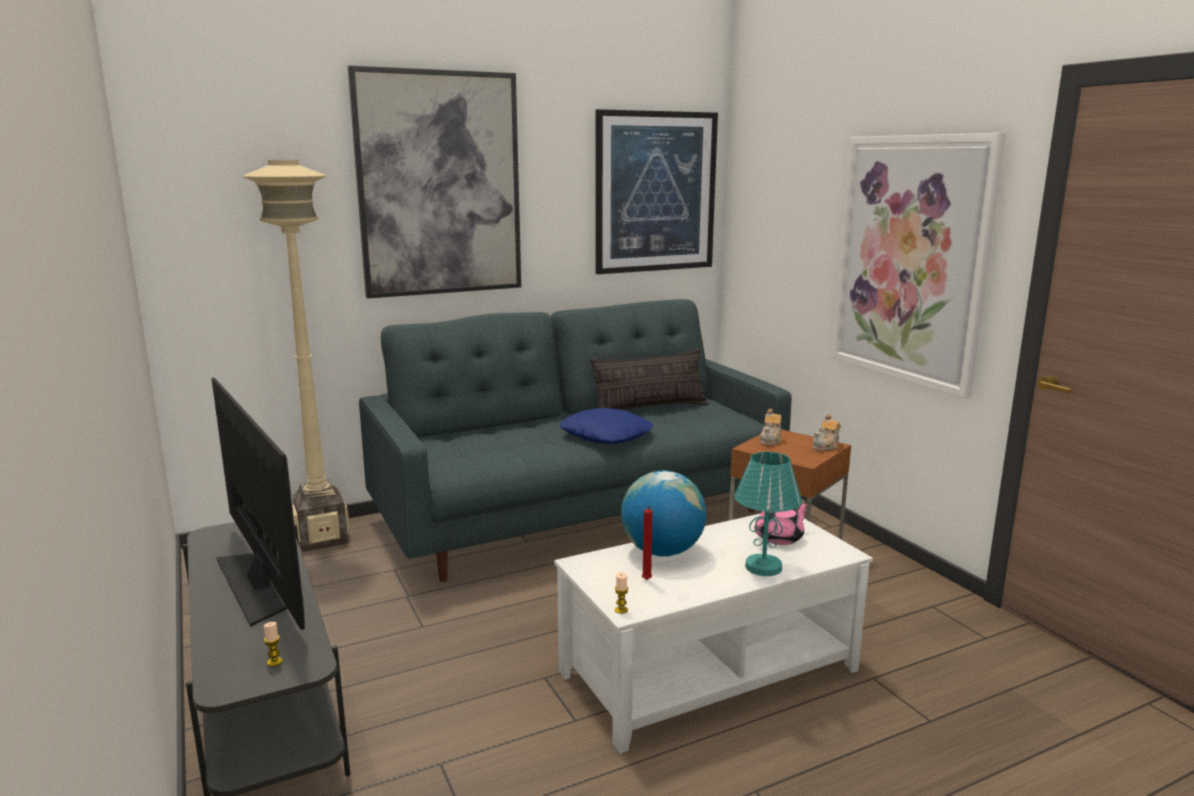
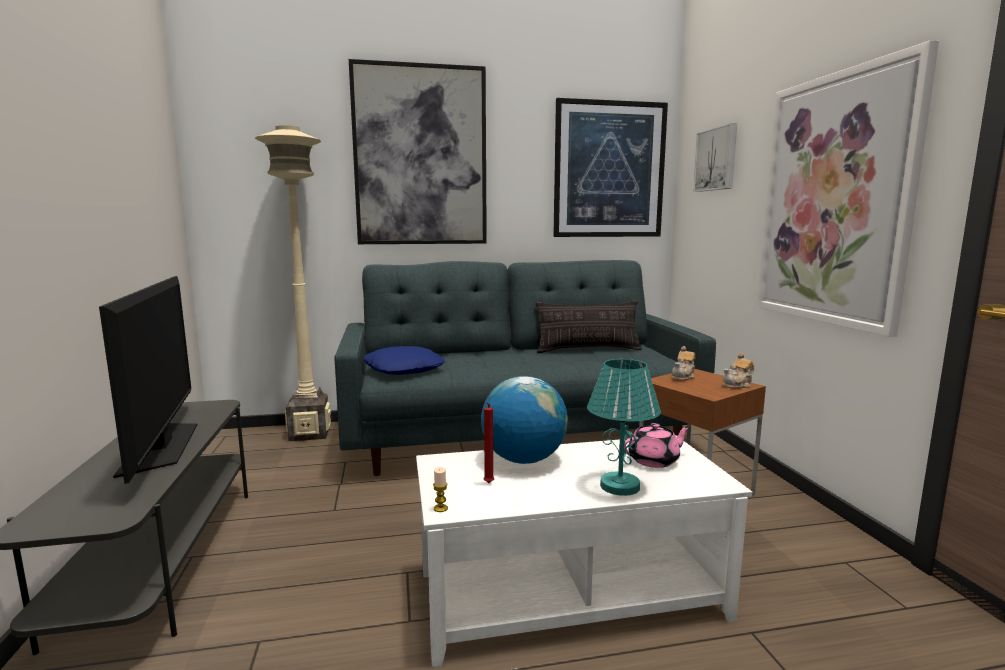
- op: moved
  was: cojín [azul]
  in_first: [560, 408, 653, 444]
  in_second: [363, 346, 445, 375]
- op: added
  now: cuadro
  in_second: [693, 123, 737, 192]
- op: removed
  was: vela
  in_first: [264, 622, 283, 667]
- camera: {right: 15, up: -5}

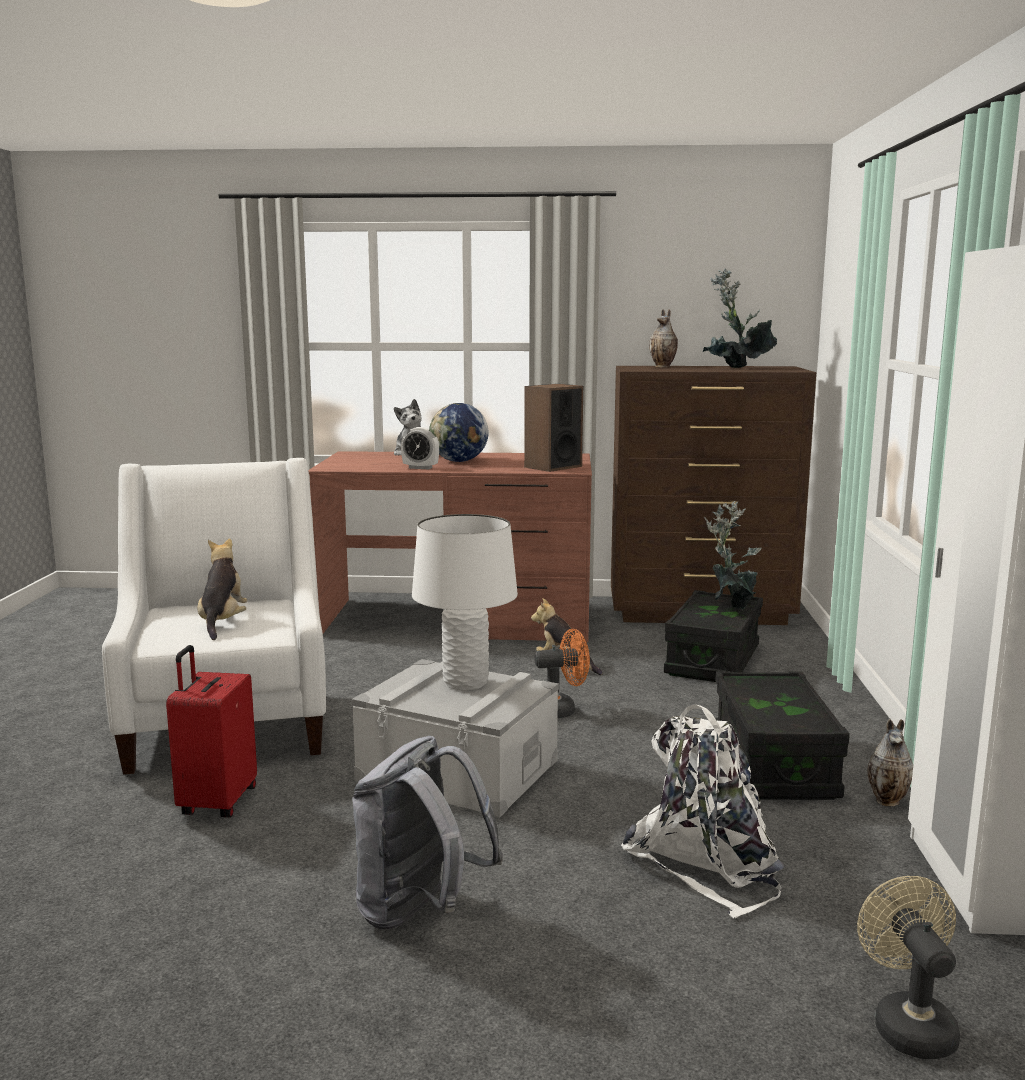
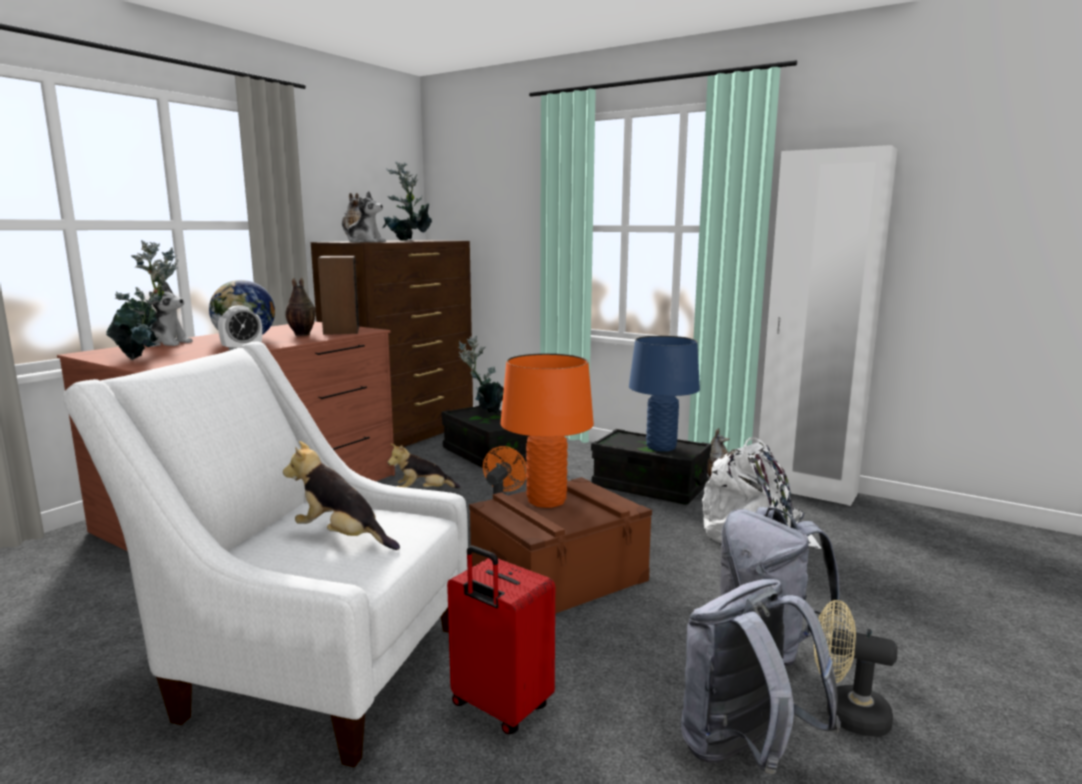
- op: added
  now: planta en maceta
  in_second: [106, 240, 179, 360]
- op: added
  now: florero
  in_second: [286, 278, 316, 336]
- op: added
  now: peluche
  in_second: [342, 191, 386, 242]
- op: recoloured
  was: caja de almacenaje [gris]
  now: caja de almacenaje [marrón]
  in_first: [352, 659, 559, 818]
  in_second: [469, 477, 652, 614]
- op: recoloured
  was: lámpara de mesa [blanco]
  now: lámpara de mesa [naranja]
  in_first: [412, 514, 518, 691]
  in_second: [500, 353, 594, 508]
- op: added
  now: lámpara de mesa [azul]
  in_second: [629, 336, 700, 452]
- op: added
  now: mochila [gris]
  in_second: [681, 579, 841, 774]
- op: moved
  was: ventilador [beis]
  in_first: [857, 876, 960, 1059]
  in_second: [814, 600, 898, 737]
- camera: {right: -60, up: 0}

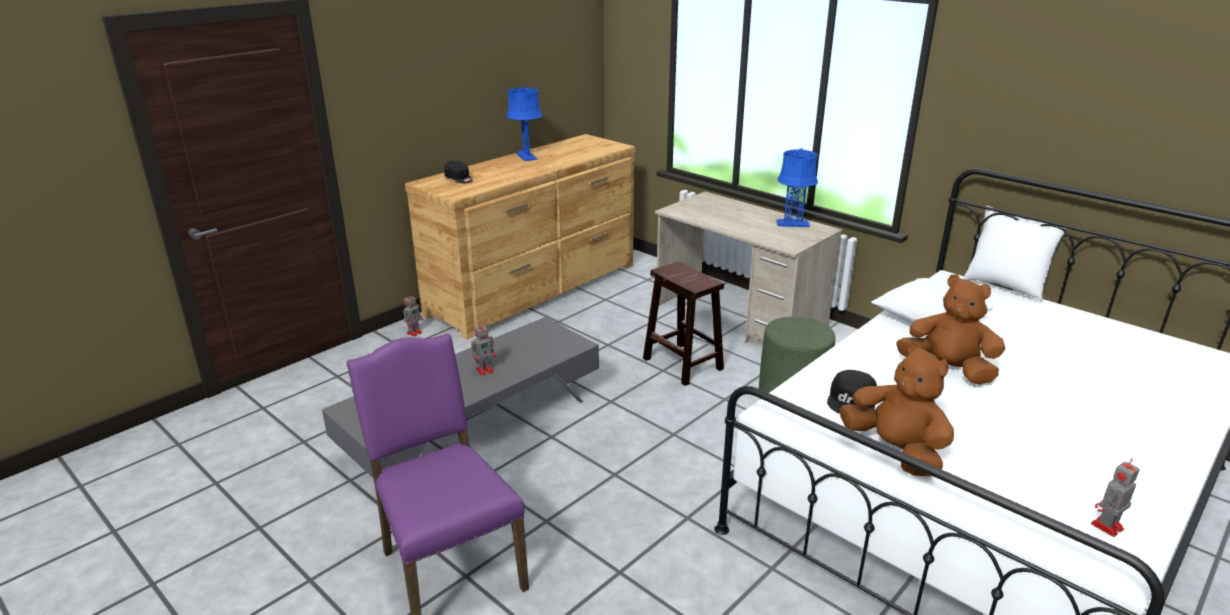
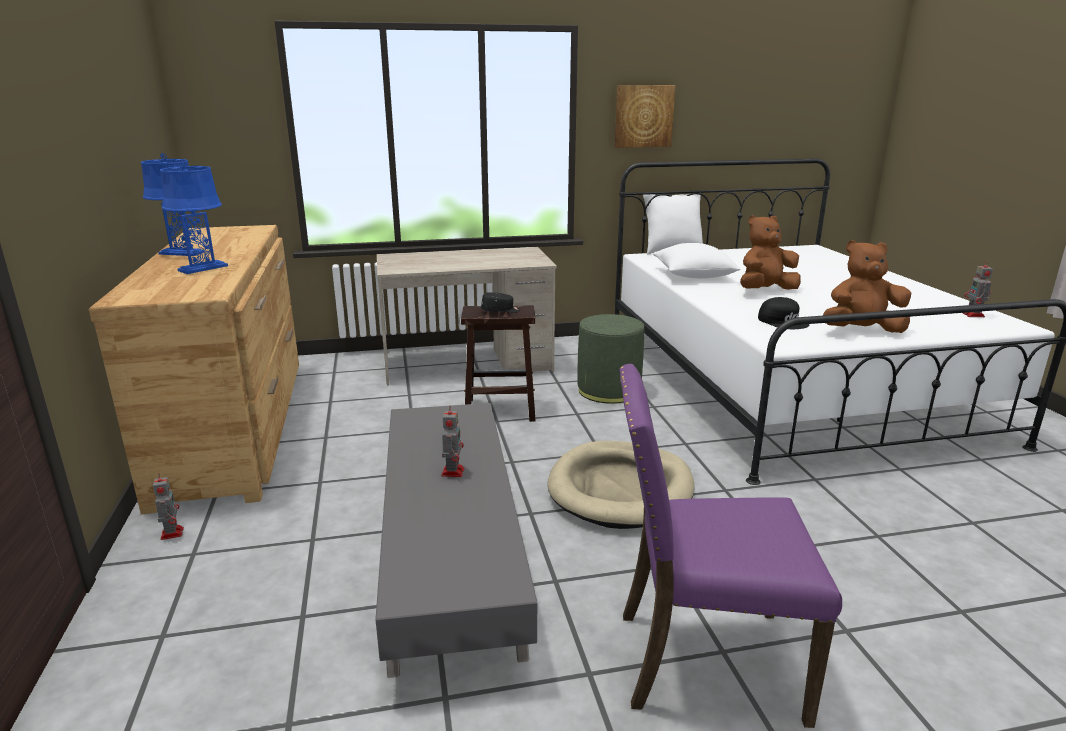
- op: moved
  was: lámpara de mesa [azul]
  in_first: [777, 149, 818, 227]
  in_second: [160, 160, 228, 274]
- op: moved
  was: gorra [negro]
  in_first: [444, 161, 473, 183]
  in_second: [481, 292, 520, 313]
- op: added
  now: cama para perro [beis]
  in_second: [548, 441, 694, 529]
- op: added
  now: cuadro
  in_second: [615, 85, 676, 148]
- camera: {right: -55, up: -5}

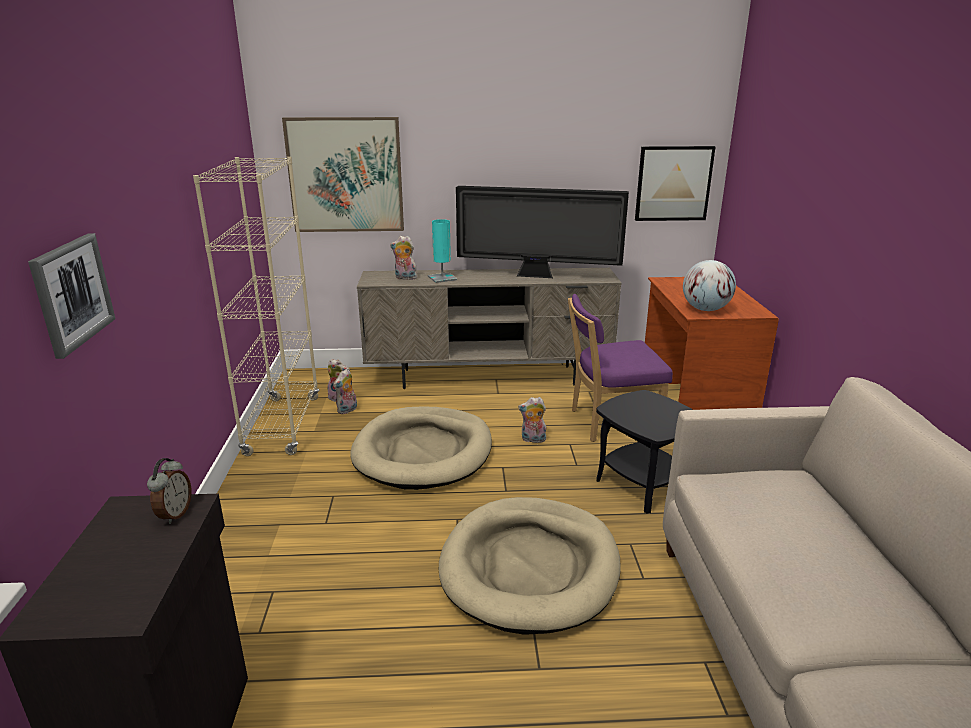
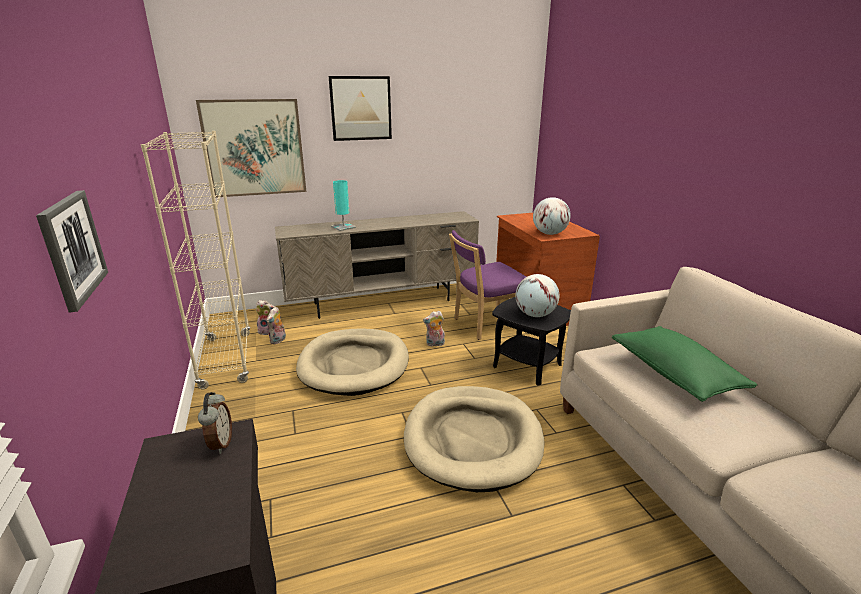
- op: moved
  was: cuadro
  in_first: [635, 146, 716, 221]
  in_second: [329, 76, 392, 141]
- op: added
  now: globo terráqueo
  in_second: [516, 274, 559, 317]
- op: added
  now: cojín [verde]
  in_second: [612, 326, 757, 402]
- op: removed
  was: peluche
  in_first: [390, 236, 417, 280]
- op: removed
  was: televisor
  in_first: [456, 186, 629, 278]
- camera: {right: -15, up: 0}

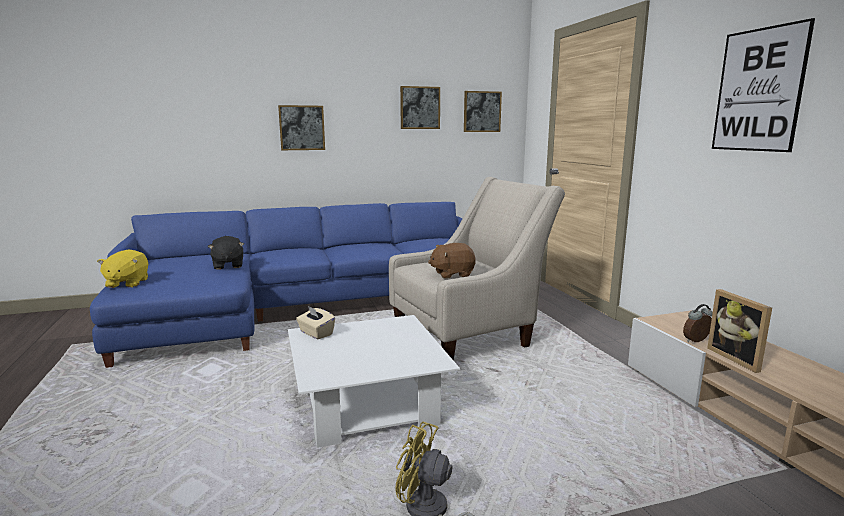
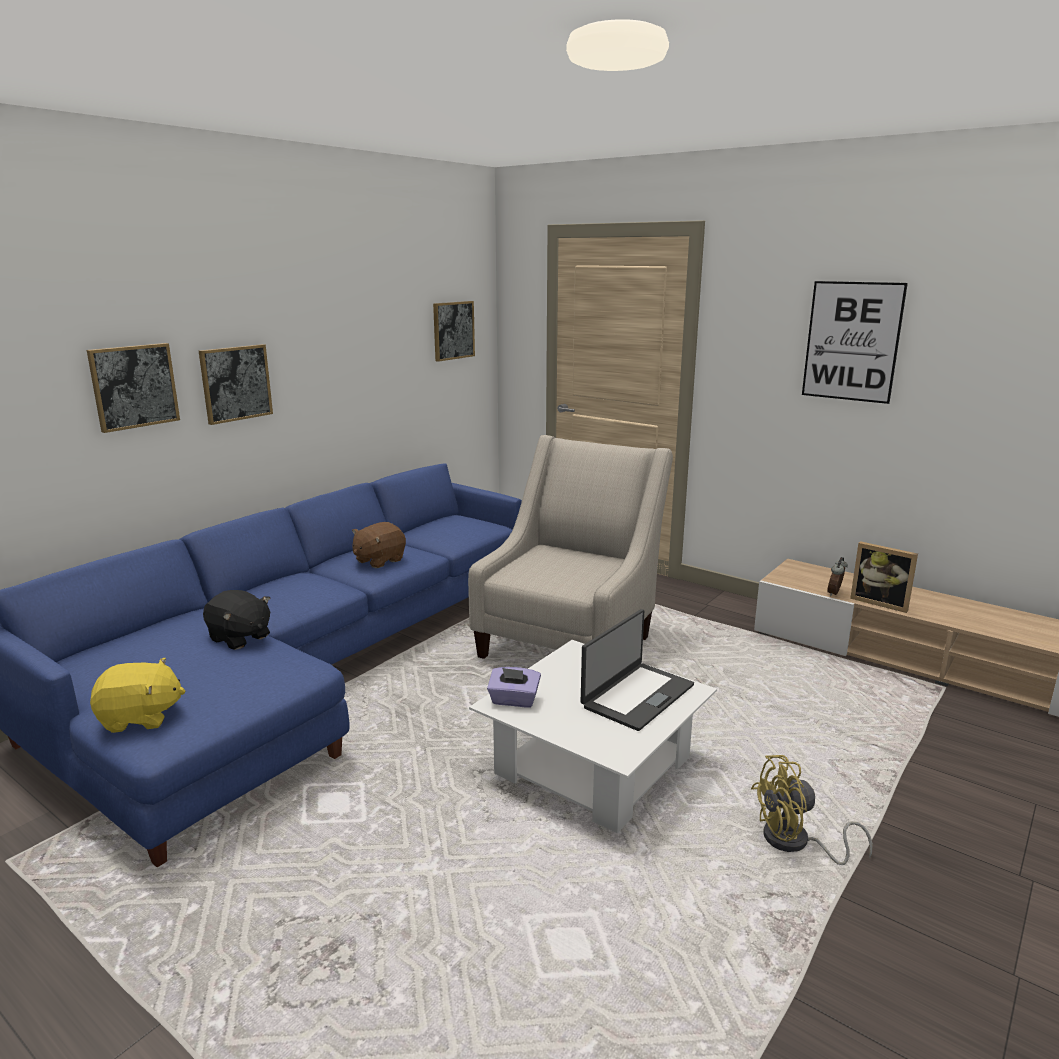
- op: moved
  was: cuadro
  in_first: [400, 86, 440, 129]
  in_second: [87, 343, 180, 433]
- op: turned
  was: peluche [amarillo]
  in_first: [97, 250, 148, 288]
  in_second: [90, 658, 185, 733]
  clockwise: -60
- op: moved
  was: peluche [marrón]
  in_first: [428, 243, 476, 279]
  in_second: [352, 522, 406, 568]
- op: recoloured
  was: caja de pañuelos [beis]
  now: caja de pañuelos [morado]
  in_first: [296, 305, 335, 339]
  in_second: [487, 667, 541, 707]
- op: added
  now: portátil
  in_second: [581, 609, 694, 731]
- camera: {right: -35, up: 5}

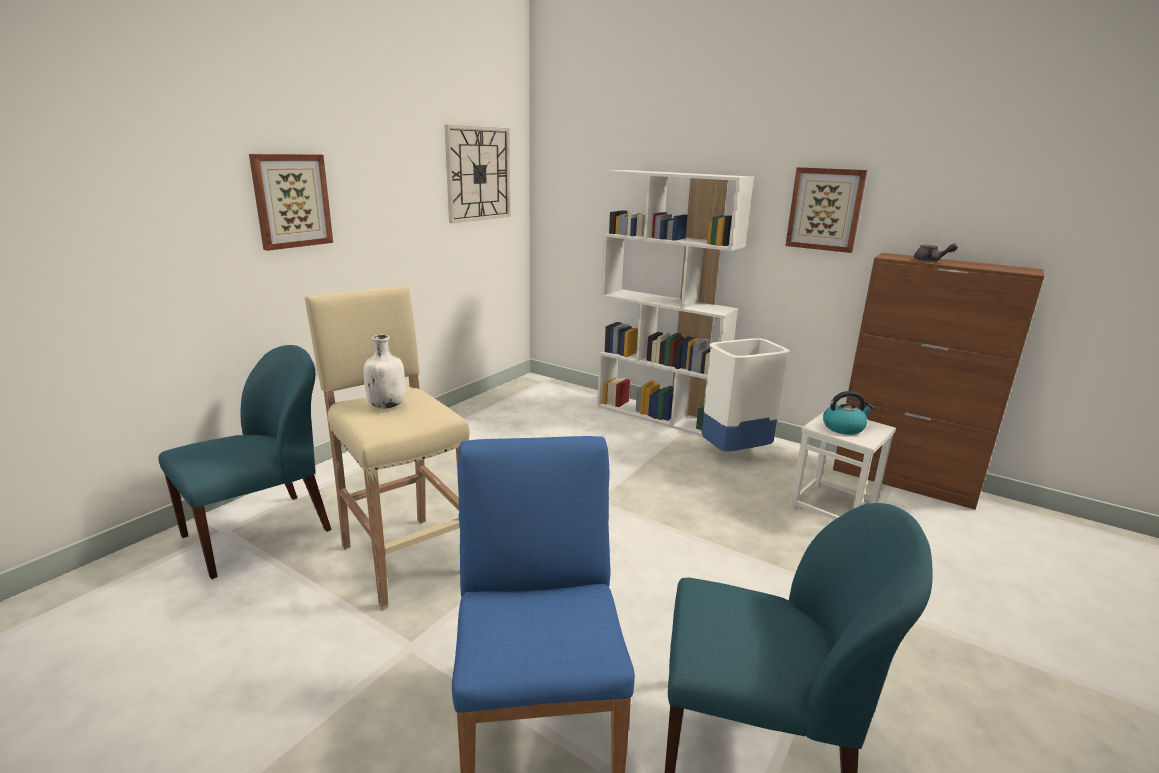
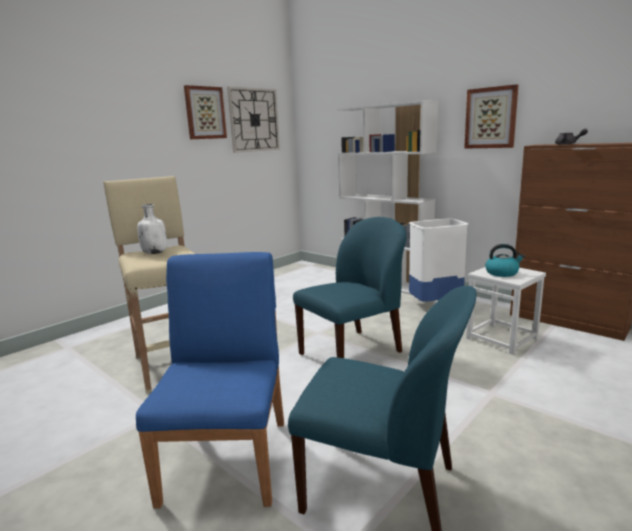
- op: moved
  was: cuadro
  in_first: [249, 154, 333, 251]
  in_second: [184, 85, 227, 139]
- op: moved
  was: silla [azul]
  in_first: [158, 345, 331, 579]
  in_second: [293, 217, 407, 358]
- camera: {right: 10, up: -5}

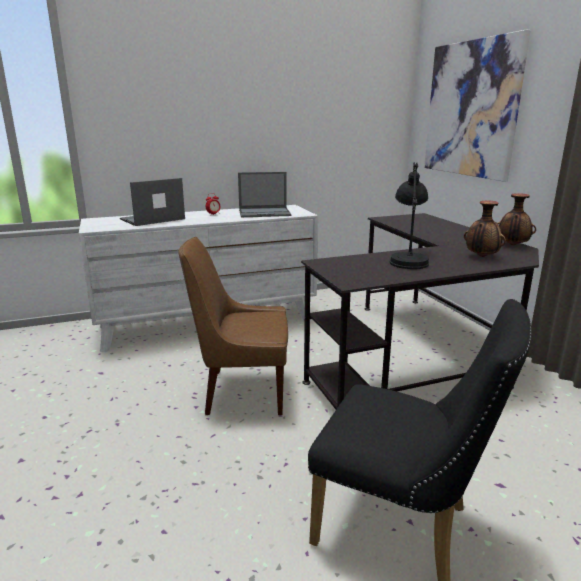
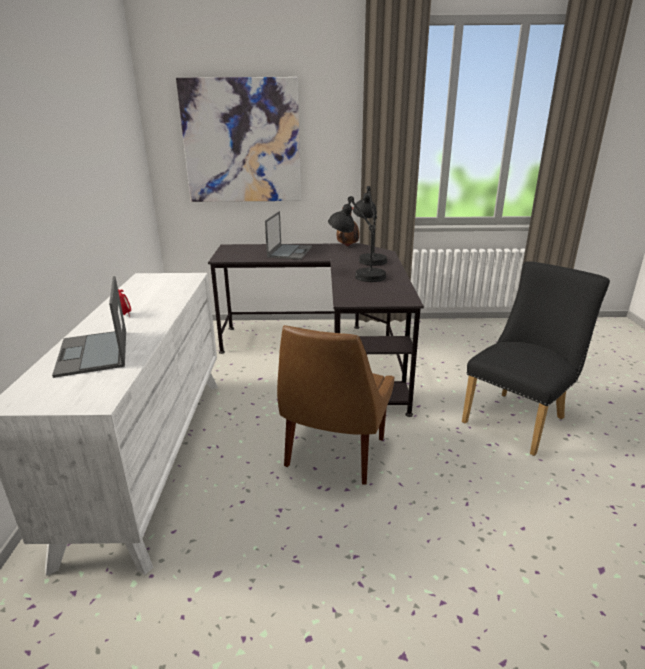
- op: moved
  was: portátil
  in_first: [238, 172, 291, 217]
  in_second: [265, 211, 312, 260]
- op: replaced
  was: florero
  now: lámpara de mesa [negro]
  in_first: [464, 201, 506, 257]
  in_second: [353, 186, 387, 266]
- camera: {right: -70, up: 5}

